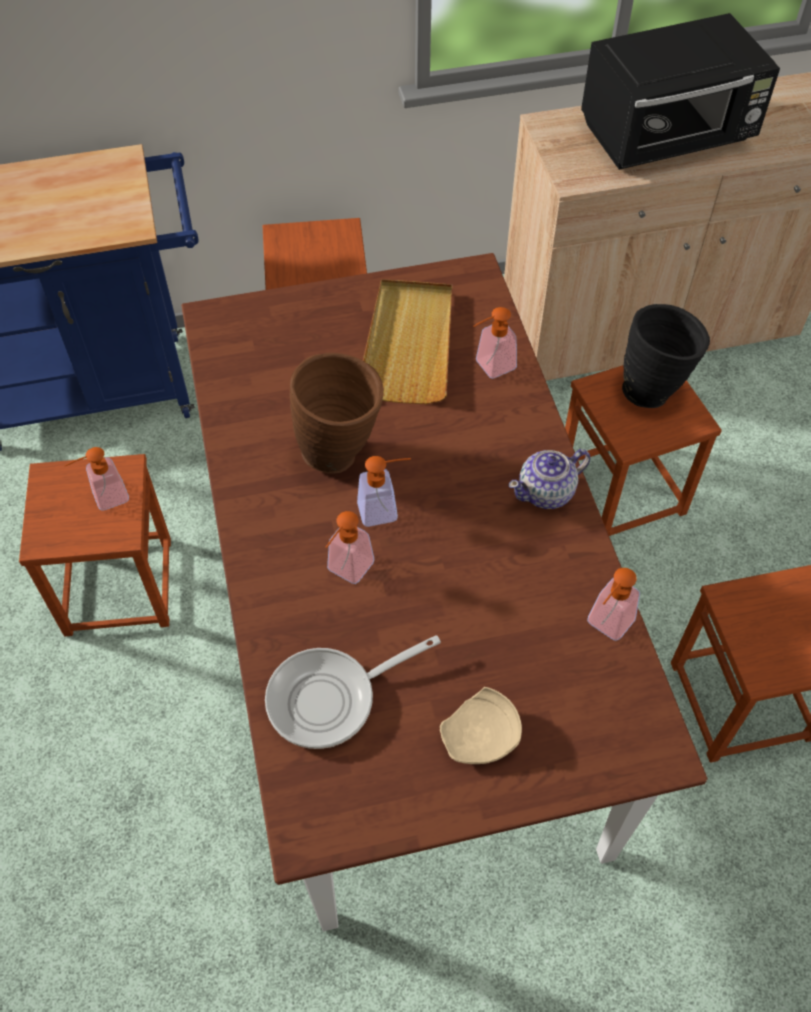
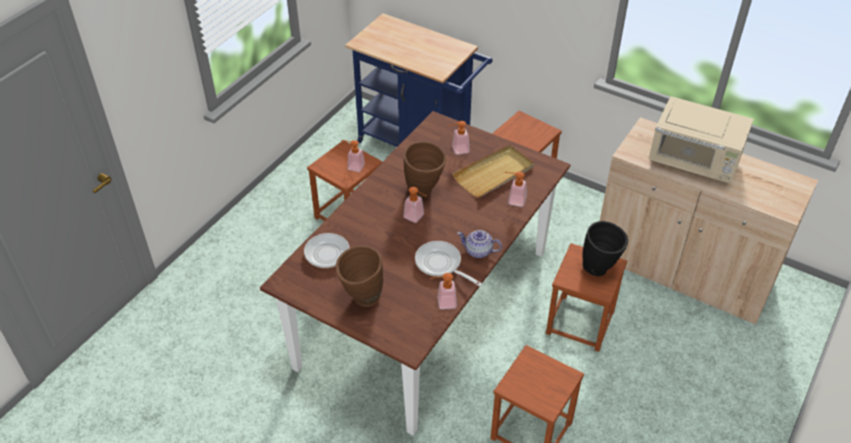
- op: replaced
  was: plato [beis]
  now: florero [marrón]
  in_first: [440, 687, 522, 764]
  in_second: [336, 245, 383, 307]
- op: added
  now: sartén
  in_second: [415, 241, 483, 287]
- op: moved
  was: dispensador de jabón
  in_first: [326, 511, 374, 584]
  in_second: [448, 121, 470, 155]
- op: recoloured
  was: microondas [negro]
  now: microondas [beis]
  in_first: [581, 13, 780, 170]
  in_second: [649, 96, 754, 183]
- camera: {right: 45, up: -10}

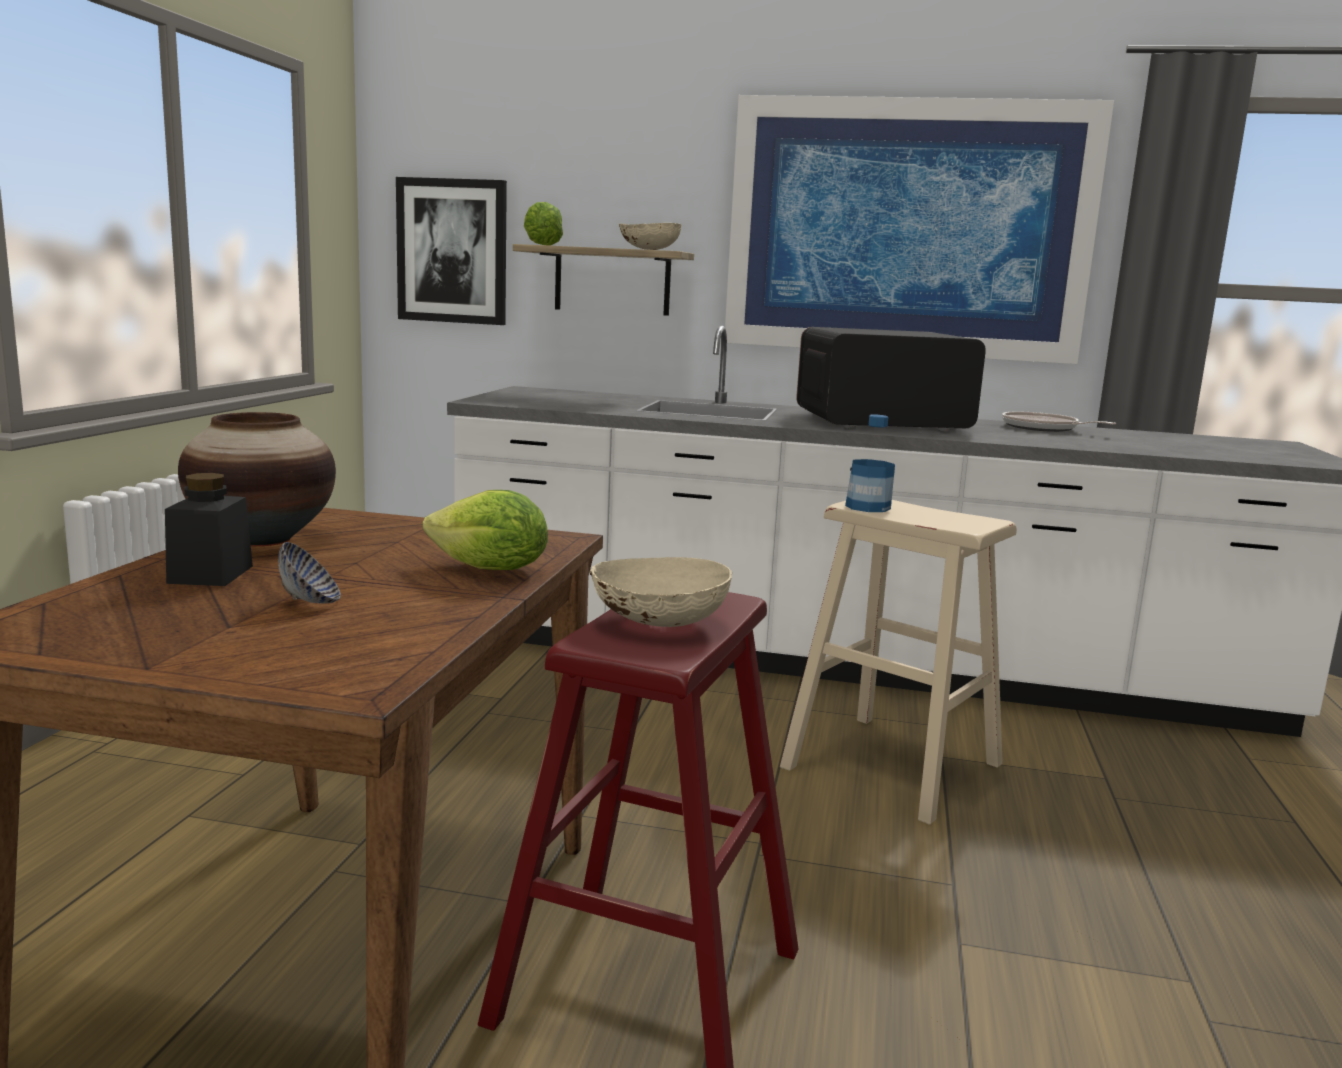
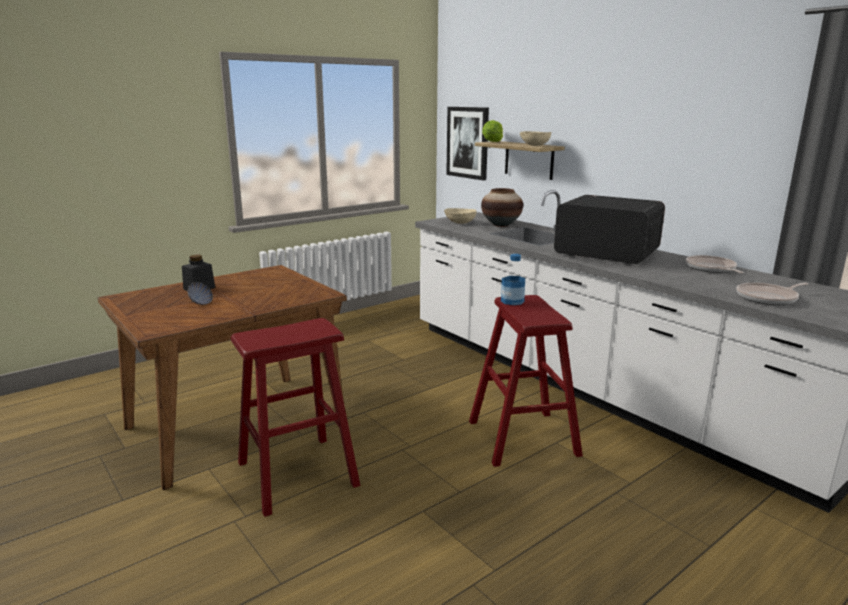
- op: moved
  was: cuenco [beis]
  in_first: [590, 557, 733, 627]
  in_second: [444, 208, 476, 224]
- op: recoloured
  was: taburete [beis]
  now: taburete [rojo]
  in_first: [780, 500, 1017, 825]
  in_second: [469, 295, 583, 467]
- op: moved
  was: florero
  in_first: [178, 412, 336, 546]
  in_second: [481, 188, 523, 227]
- op: added
  now: sartén
  in_second: [736, 283, 808, 305]
- op: removed
  was: lechuga
  in_first: [423, 490, 548, 570]
- op: removed
  was: cuadro
  in_first: [725, 95, 1114, 364]
- camera: {right: 40, up: 5}

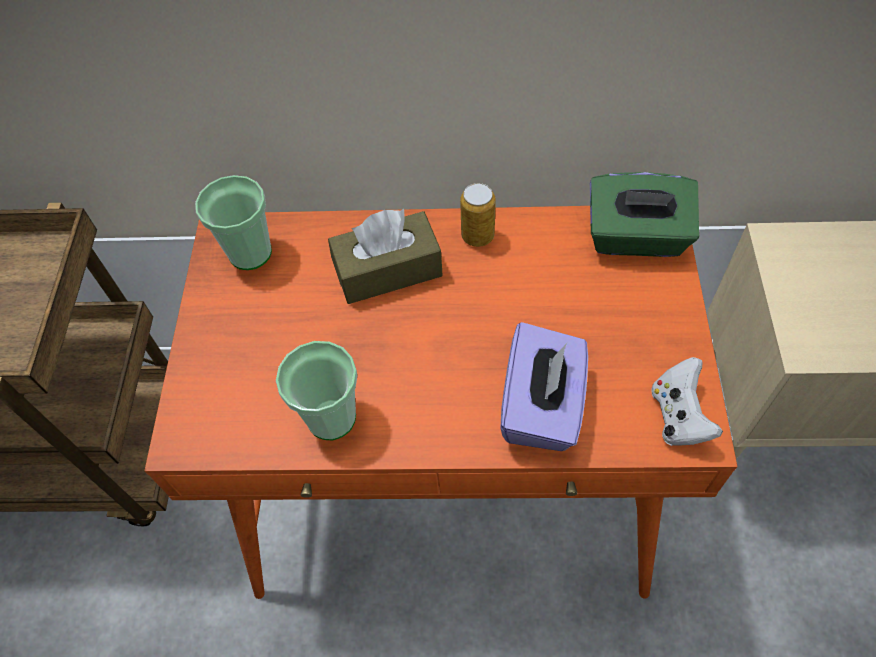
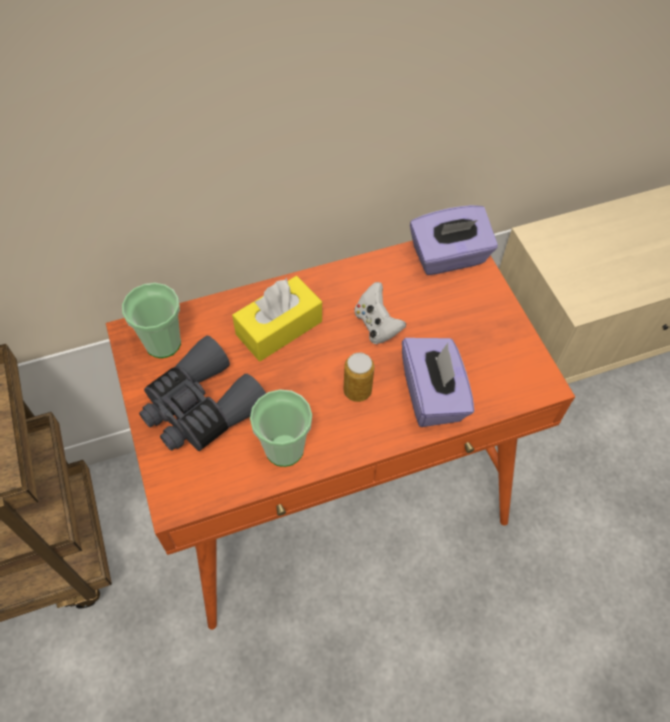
- op: added
  now: prismáticos [gris]
  in_second: [139, 335, 266, 451]
- op: recoloured
  was: caja de pañuelos [marrón]
  now: caja de pañuelos [amarillo]
  in_first: [328, 209, 443, 304]
  in_second: [232, 276, 322, 361]
- op: moved
  was: lata
  in_first: [460, 183, 496, 247]
  in_second: [343, 352, 374, 402]
- op: moved
  was: mando de consola [blanco]
  in_first: [651, 357, 723, 446]
  in_second: [355, 282, 406, 344]
- op: recoloured
  was: caja de pañuelos [verde]
  now: caja de pañuelos [morado]
  in_first: [590, 172, 699, 257]
  in_second: [410, 205, 498, 275]
- camera: {right: -25, up: 0}

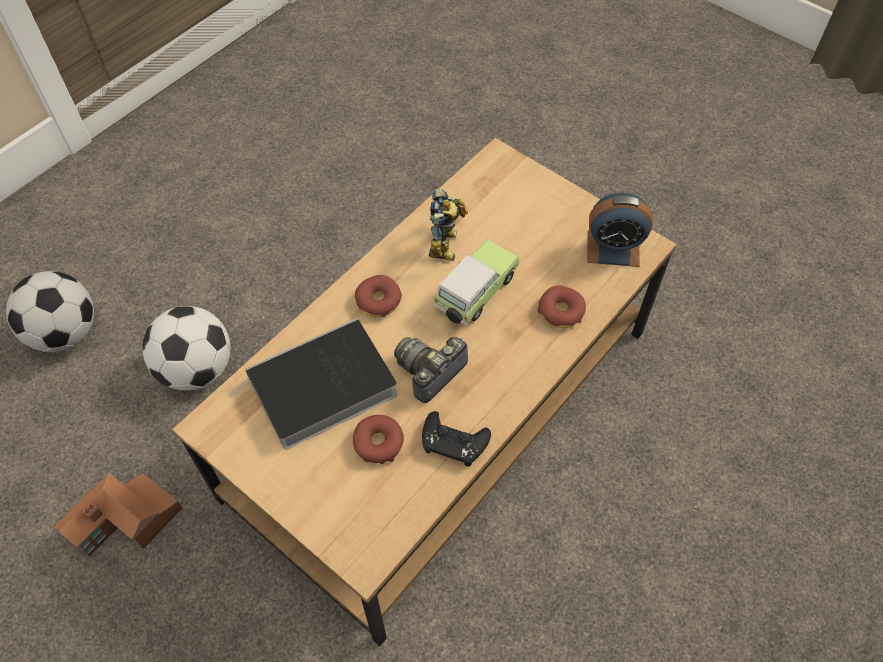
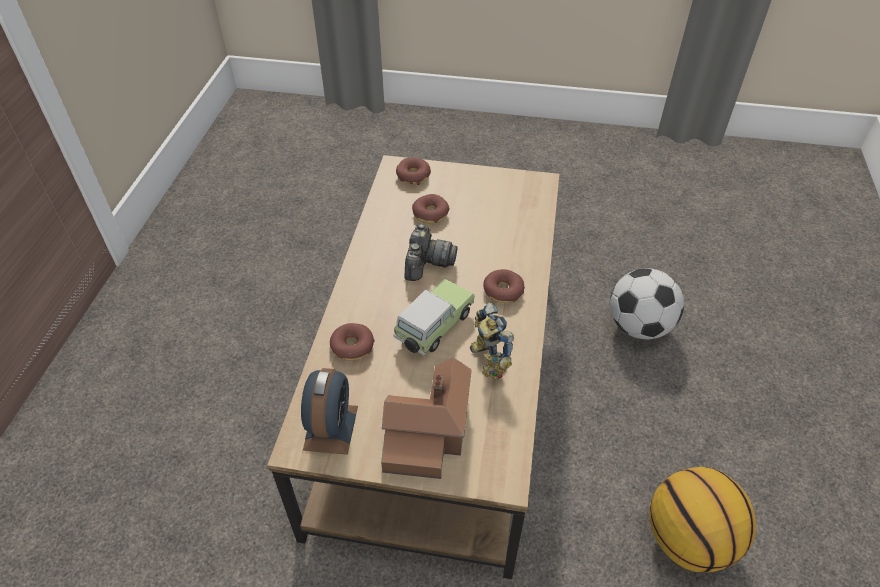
- op: turned
  was: despertador
  in_first: [587, 193, 653, 267]
  in_second: [301, 368, 358, 455]
  clockwise: 120
- op: moved
  was: casita
  in_first: [54, 473, 182, 556]
  in_second: [381, 358, 472, 479]
- op: turned
  was: coche de juguete
  in_first: [433, 239, 519, 326]
  in_second: [393, 279, 475, 355]
  clockwise: -150
- op: added
  now: rosquilla
  in_second: [396, 158, 431, 185]
- op: added
  now: balón de baloncesto
  in_second: [649, 467, 756, 572]
- op: removed
  was: balón de fútbol
  in_first: [6, 271, 94, 352]
- op: removed
  was: libro
  in_first: [229, 318, 398, 450]
- op: removed
  was: mando de consola [negro]
  in_first: [422, 411, 491, 466]
- camera: {right: 150, up: -10}

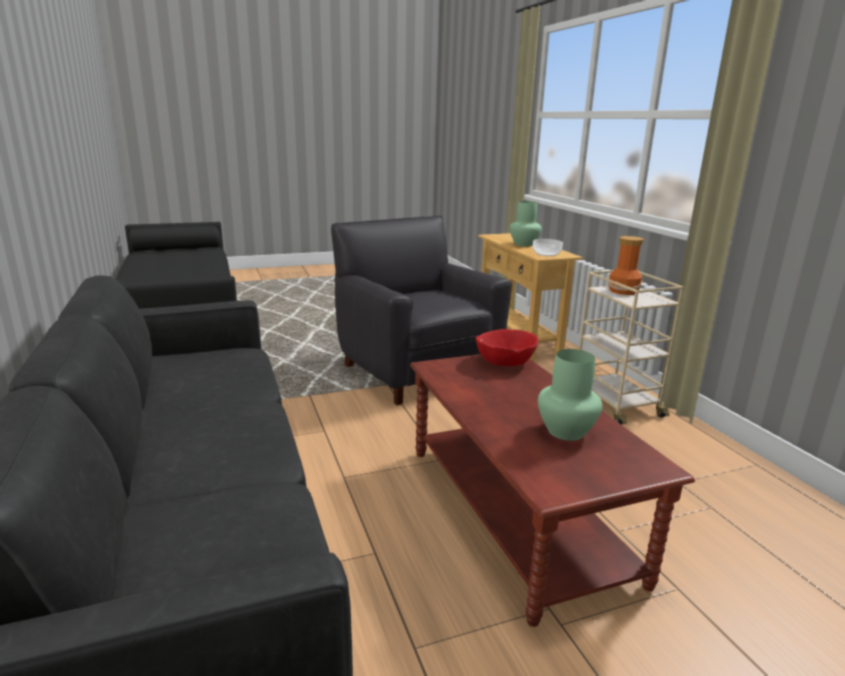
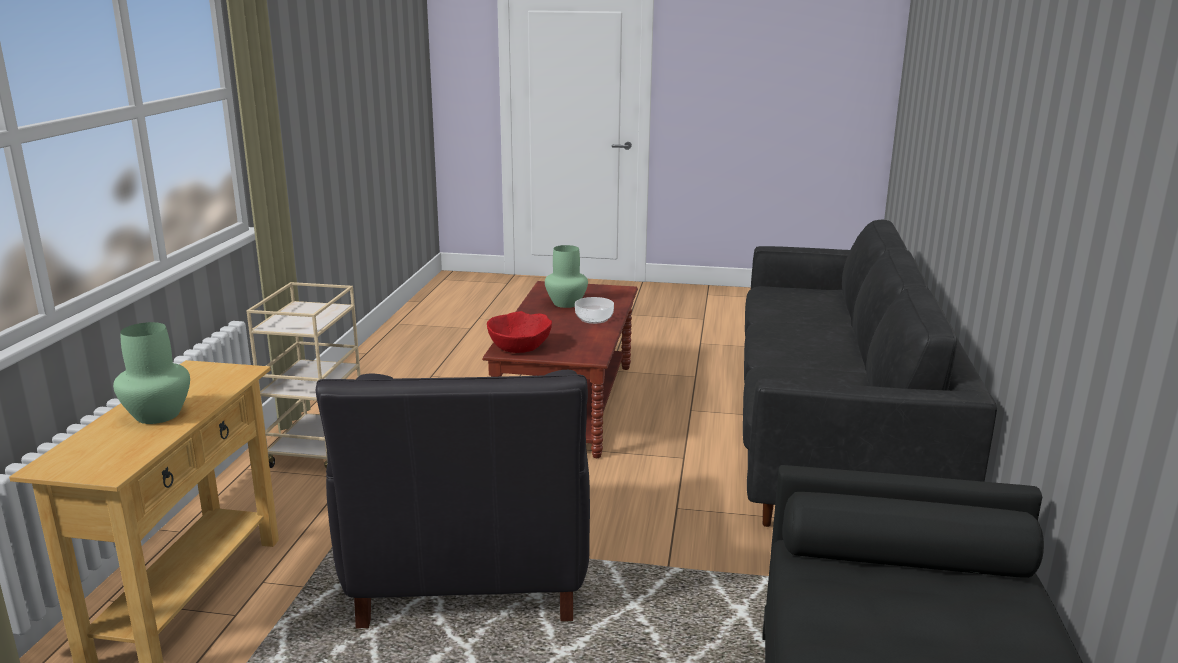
- op: moved
  was: cuenco
  in_first: [533, 239, 563, 256]
  in_second: [575, 297, 614, 324]
- op: removed
  was: florero
  in_first: [608, 236, 644, 295]
- camera: {right: -150, up: 0}

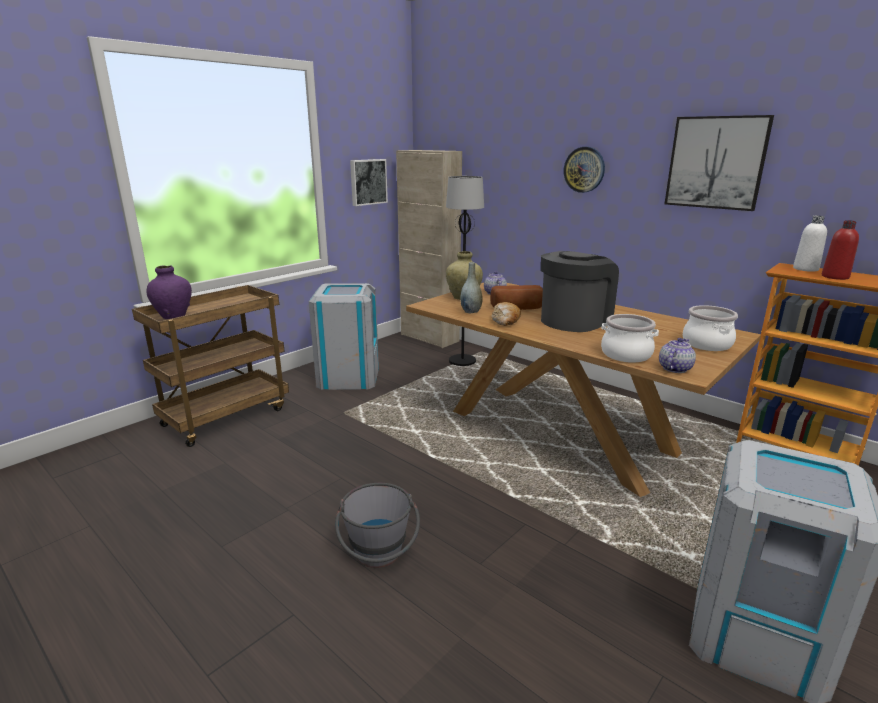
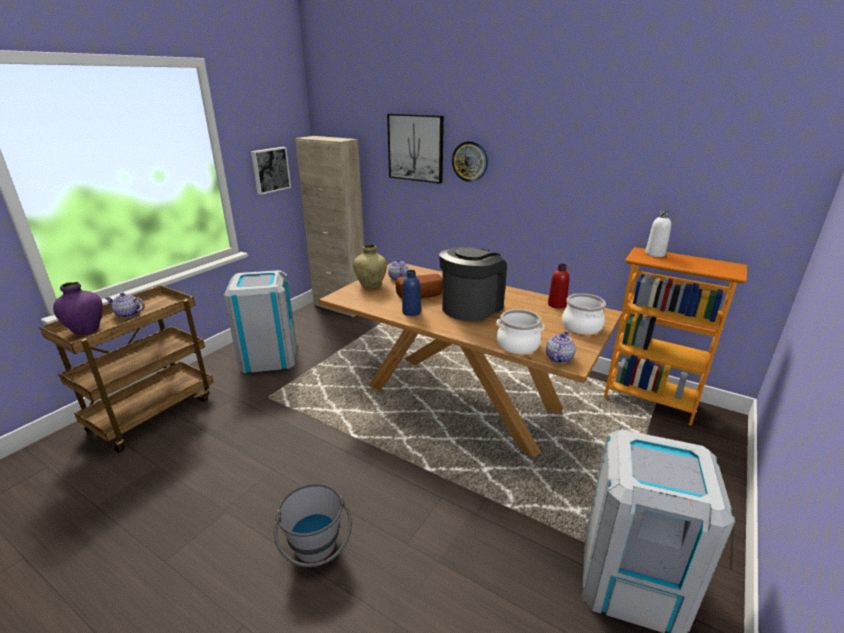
- op: added
  now: tetera
  in_second: [105, 293, 145, 318]
- op: moved
  was: cuadro
  in_first: [665, 115, 774, 211]
  in_second: [387, 113, 444, 184]
- op: replaced
  was: pan
  now: botella [azul]
  in_first: [492, 302, 521, 326]
  in_second: [402, 270, 421, 316]
- op: moved
  was: botella [rojo]
  in_first: [822, 220, 859, 280]
  in_second: [548, 264, 570, 309]
- op: removed
  was: lámpara de pie [negro]
  in_first: [446, 176, 484, 366]
- op: removed
  was: florero [gris]
  in_first: [460, 262, 483, 313]
- camera: {right: -10, up: 5}

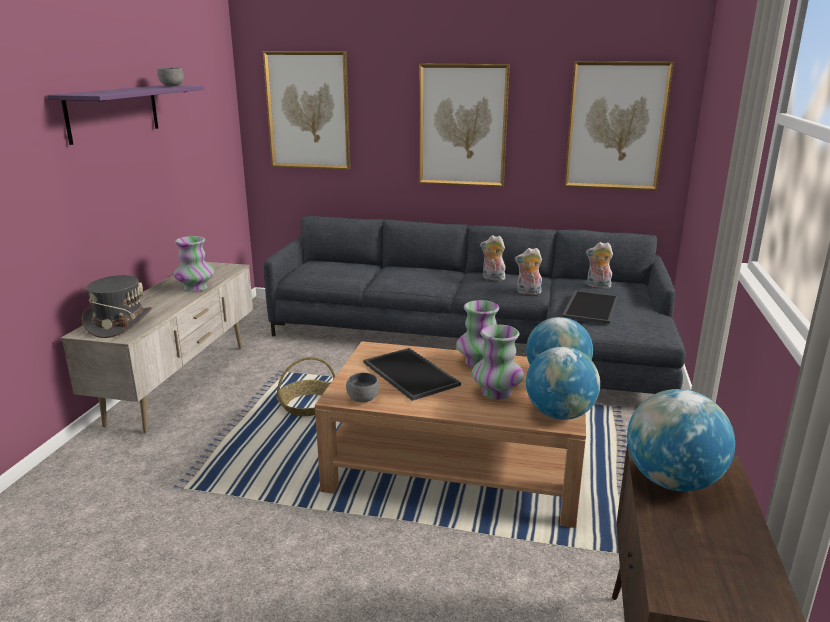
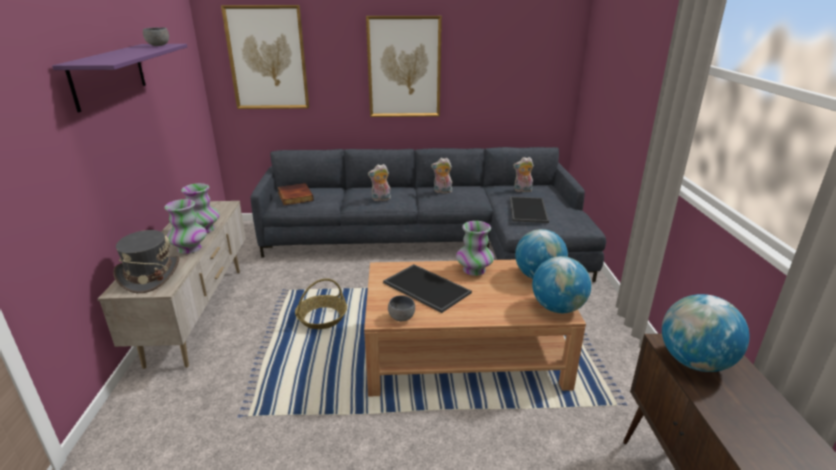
- op: moved
  was: florero
  in_first: [472, 324, 524, 400]
  in_second: [164, 199, 207, 254]
- op: added
  now: libro
  in_second: [278, 183, 314, 205]
- op: moved
  was: peluche
  in_first: [515, 248, 542, 295]
  in_second: [368, 164, 391, 201]
- op: removed
  was: cuadro
  in_first: [564, 61, 674, 190]
- camera: {right: -15, up: 5}

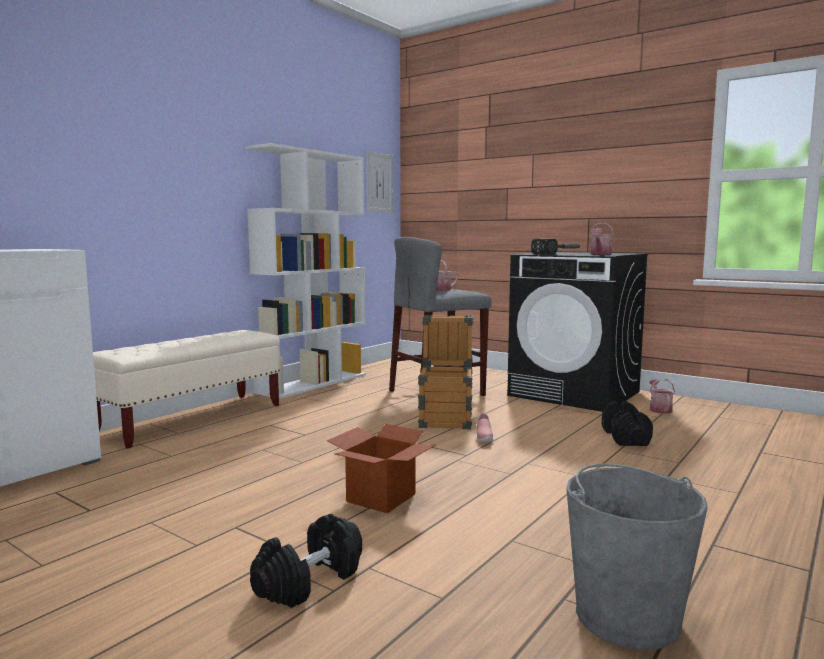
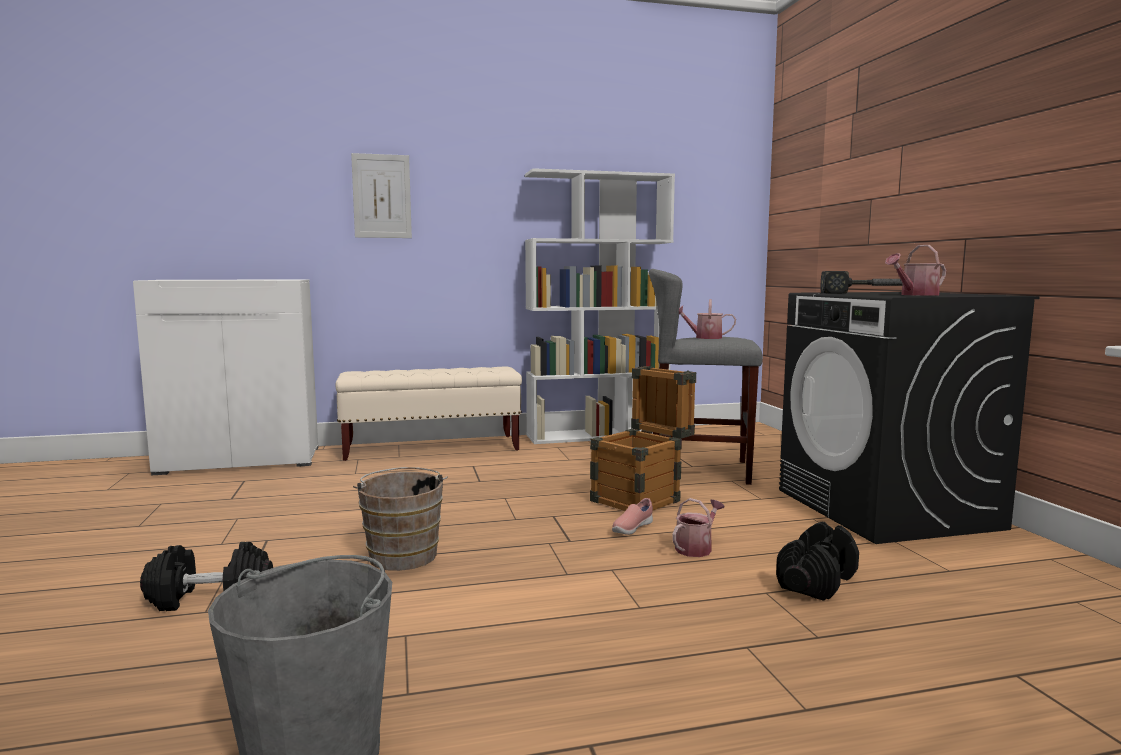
- op: moved
  was: cuadro
  in_first: [367, 151, 393, 213]
  in_second: [351, 153, 412, 238]
- op: replaced
  was: caja de cartón
  now: cubo [marrón]
  in_first: [327, 424, 436, 513]
  in_second: [353, 467, 448, 571]
- op: moved
  was: regadera
  in_first: [650, 379, 675, 414]
  in_second: [672, 498, 725, 557]
- camera: {right: 40, up: 0}

